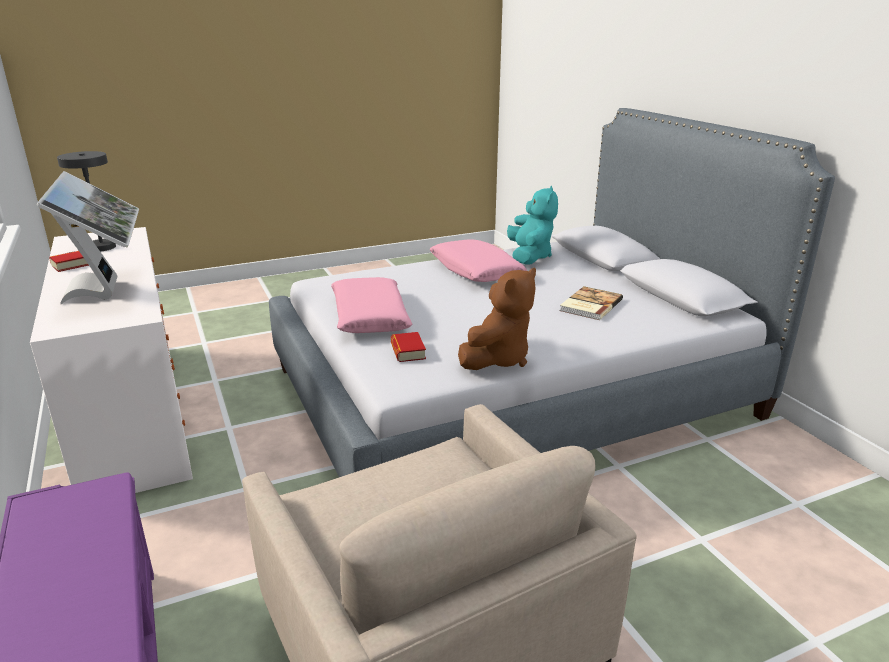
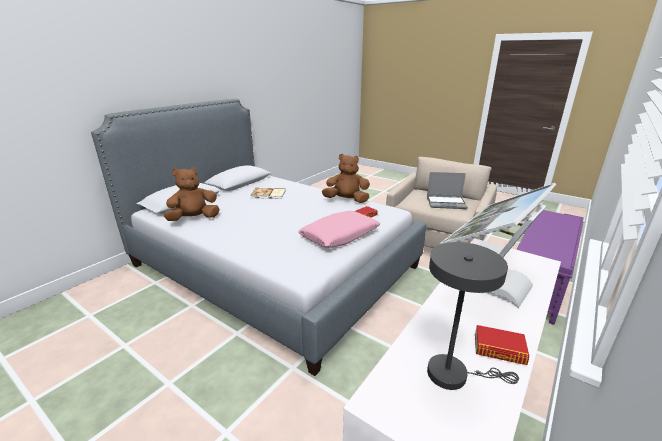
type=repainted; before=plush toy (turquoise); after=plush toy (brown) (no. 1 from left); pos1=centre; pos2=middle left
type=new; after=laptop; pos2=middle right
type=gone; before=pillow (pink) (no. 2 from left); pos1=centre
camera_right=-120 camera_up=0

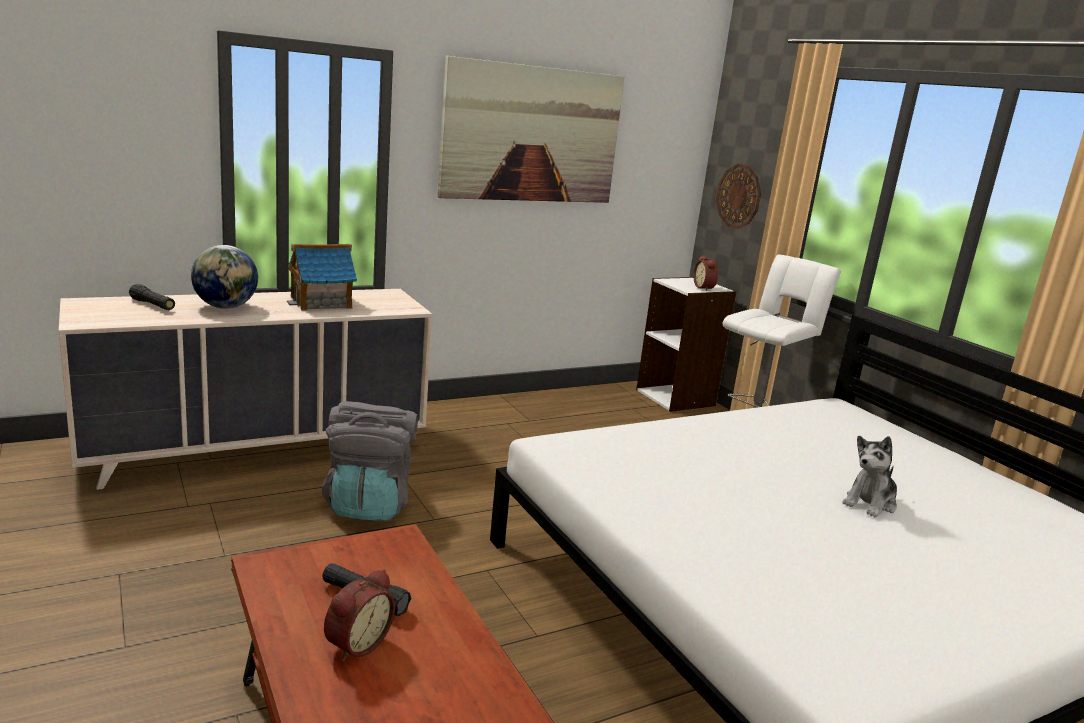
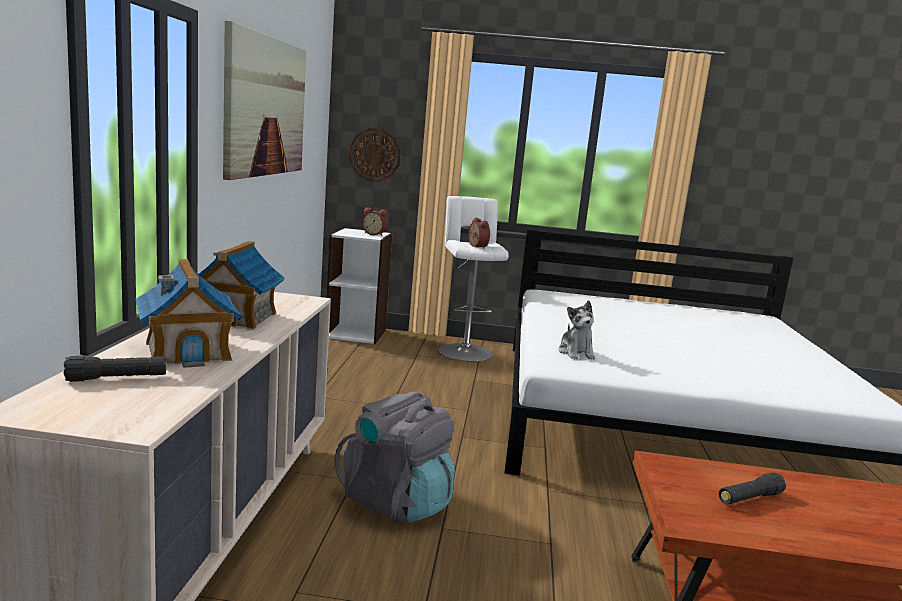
type=swapped; before=globe; after=toy house (no. 1 from left); pos1=middle left; pos2=middle left
type=shifted; before=alarm clock (no. 1 from left in the first image); after=alarm clock (no. 2 from left); pos1=bottom left; pos2=centre
type=shifted; before=plush toy; pos1=middle right; pos2=centre
camera_right=-55 camera_up=-5

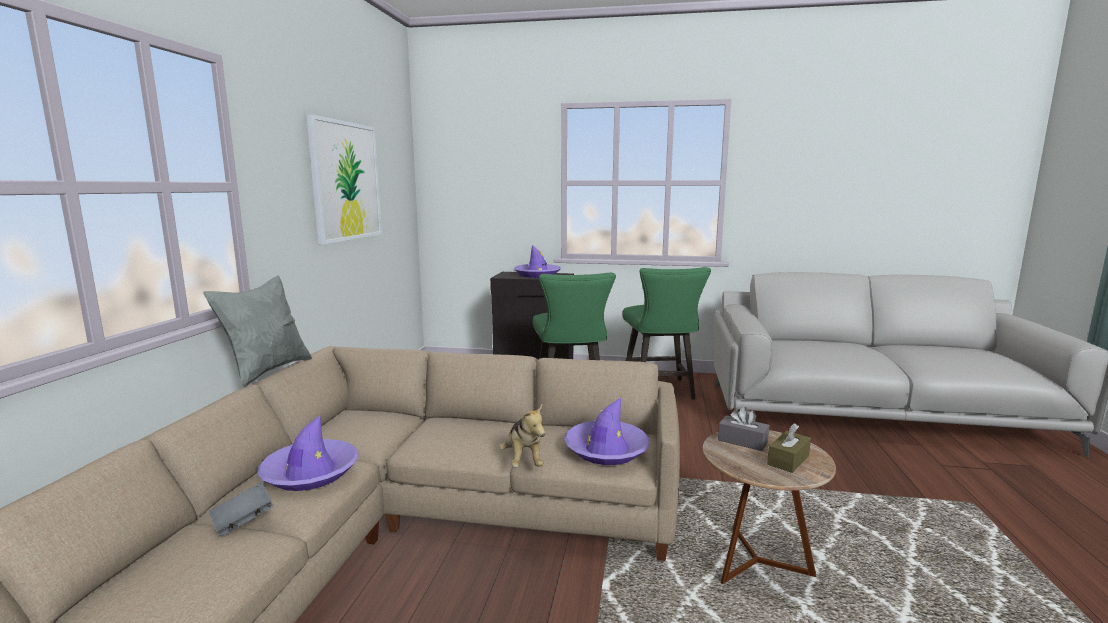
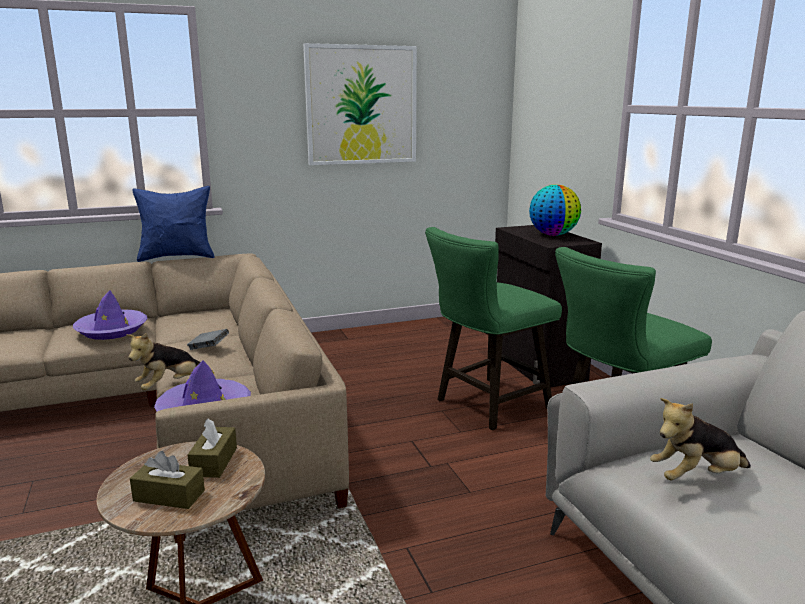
type=repainted; before=pillow (grey); after=pillow (blue); pos1=middle left; pos2=middle left
type=shifted; before=book (grey); pos1=bottom left; pos2=middle left
type=repainted; before=tissue box (grey); after=tissue box (brown) (no. 2 from left); pos1=bottom right; pos2=bottom left
type=swapped; before=hat (purple) (no. 2 from left); after=globe; pos1=centre; pos2=middle right
type=new; after=plush toy (no. 2 from left); pos2=bottom right
camera_right=60 camera_up=5

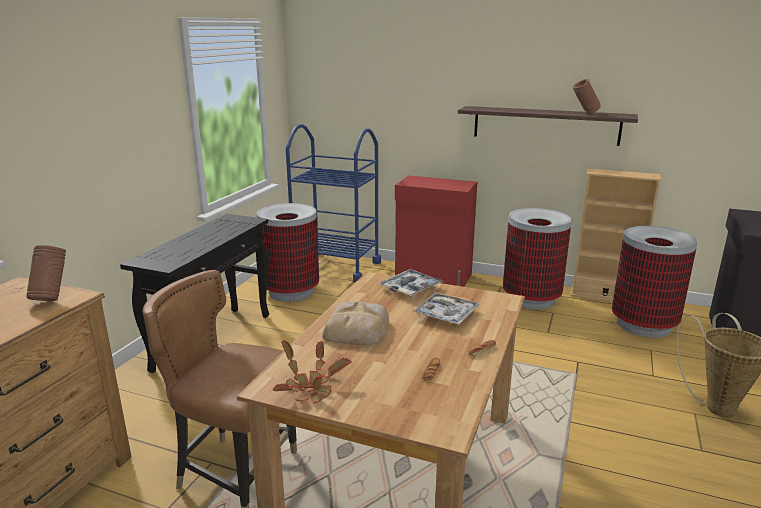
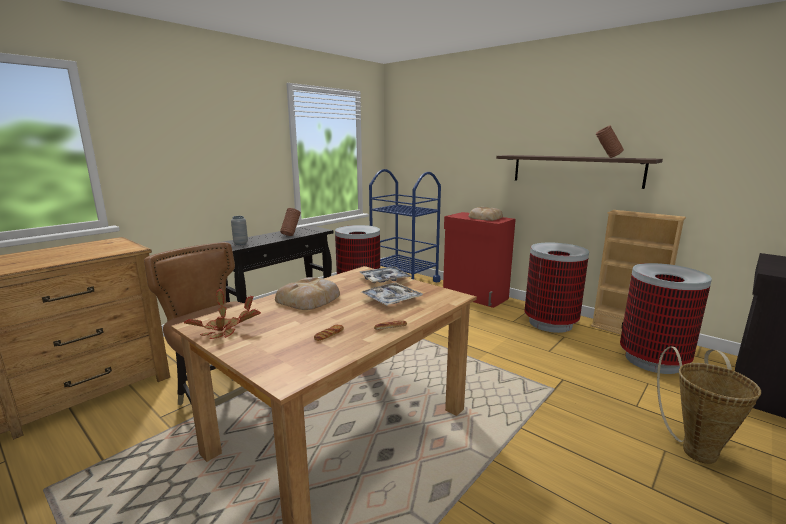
type=new; after=vase (grey); pos2=middle left
type=shifted; before=vase (brown) (no. 1 from left); pos1=middle left; pos2=centre
type=new; after=bread (no. 4 from left); pos2=centre
camera_right=20 camera_up=-5

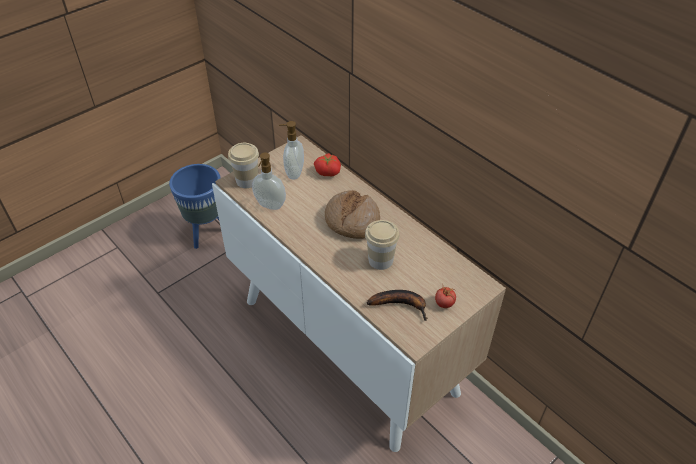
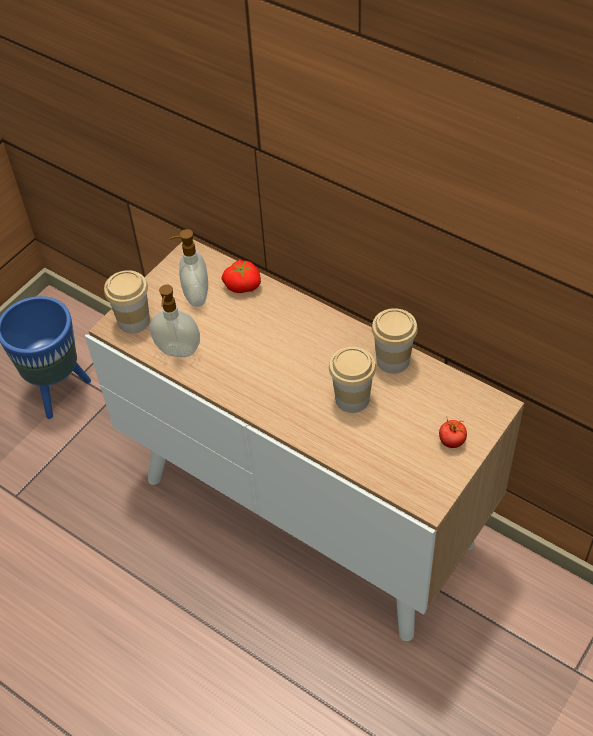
type=new; after=cup (no. 3 from left); pos2=centre
type=gone; before=bread; pos1=centre
type=gone; before=banana; pos1=centre
camera_right=-10 camera_up=5

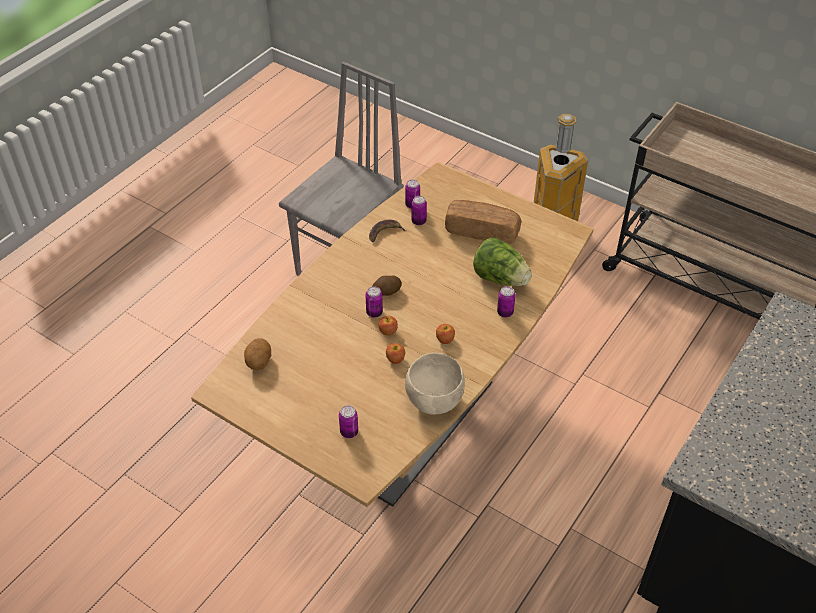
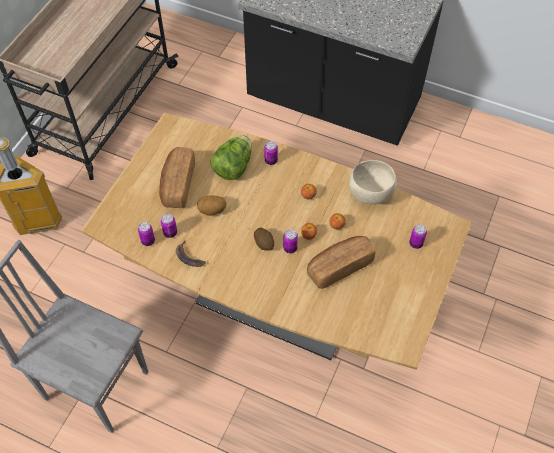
type=shifted; before=potato (no. 1 from left); pos1=middle left; pos2=centre
type=new; after=bread (no. 2 from left); pos2=centre
camera_right=-100 camera_up=10

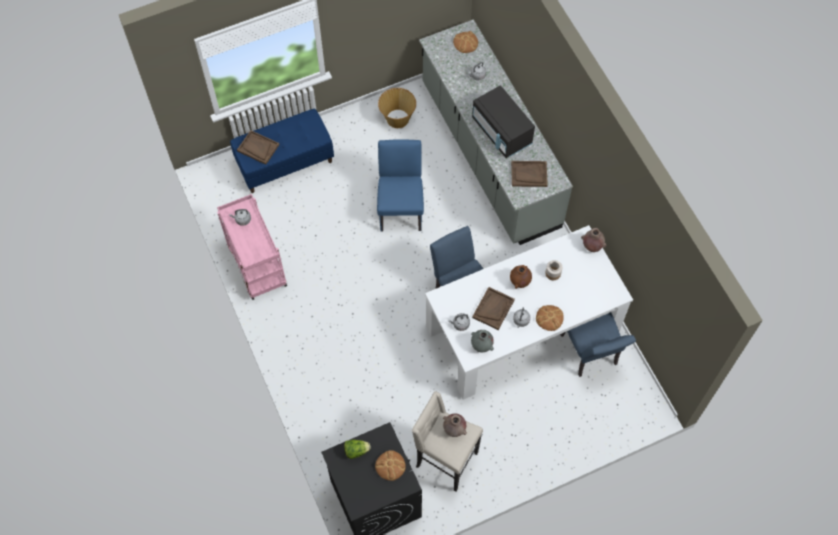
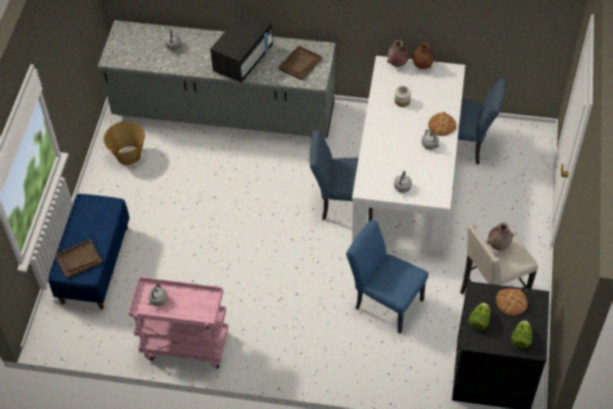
type=rotated; before=microwave (black); pos1=top centre; pos2=top centre; turn=-60
type=shifted; before=chair (blue) (no. 1 from left in the first image); after=chair (blue) (no. 2 from left); pos1=centre; pos2=bottom centre
type=shifted; before=vase (brown) (no. 2 from left); pos1=centre; pos2=top right
type=new; after=lettuce (no. 2 from left); pos2=bottom right
type=gone; before=bread (no. 2 from left); pos1=top centre
type=gone; before=vase (grey); pos1=centre
type=gone; before=tray (brown) (no. 2 from left); pos1=centre
camera_right=-55 camera_up=-10

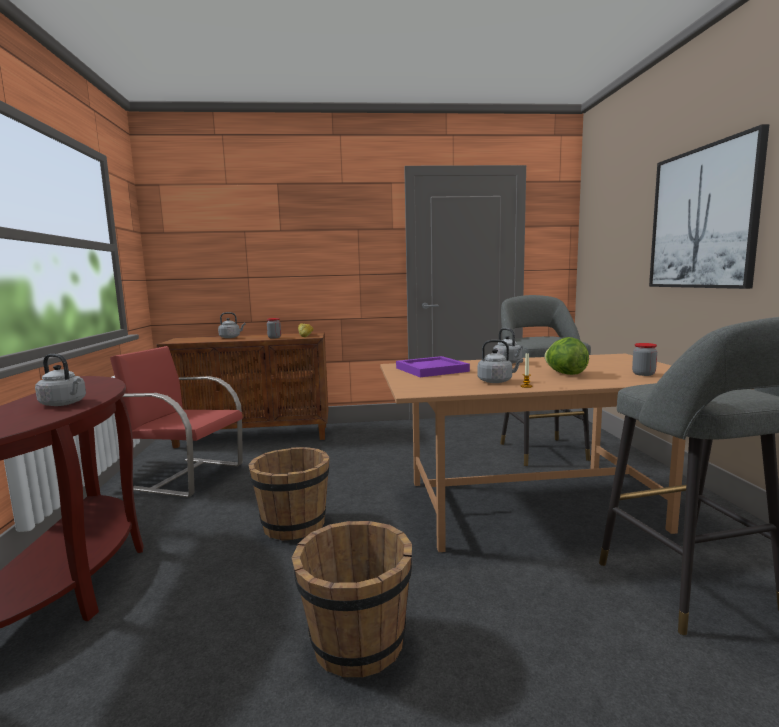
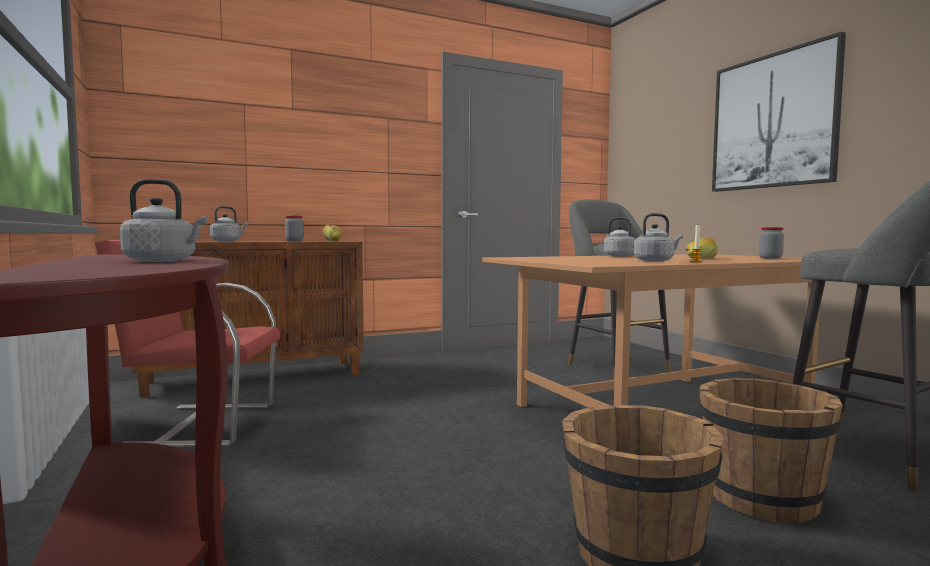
type=swapped; before=lettuce; after=bread (no. 2 from left); pos1=middle right; pos2=middle right
type=shifted; before=bucket (brown) (no. 1 from left in the first image); after=bucket (brown) (no. 2 from left); pos1=bottom centre; pos2=bottom right
type=gone; before=tray (purple); pos1=centre
camera_right=-20 camera_up=-5

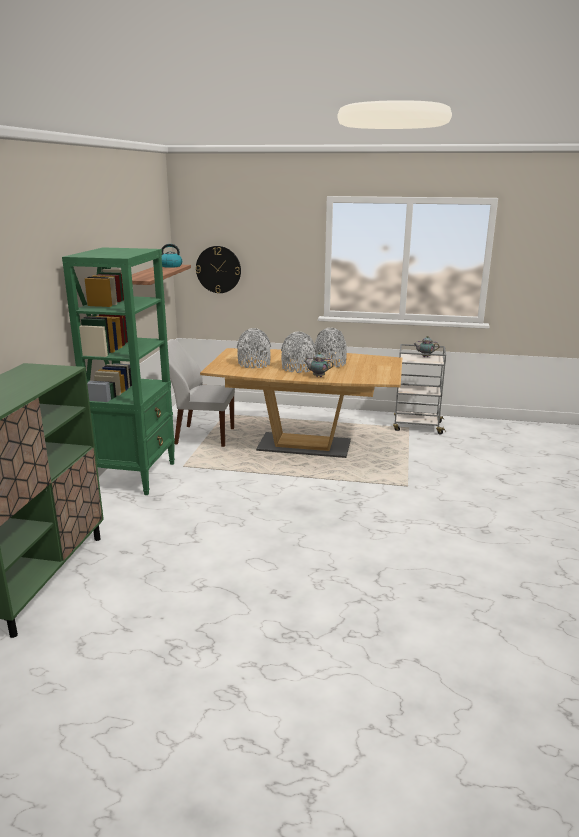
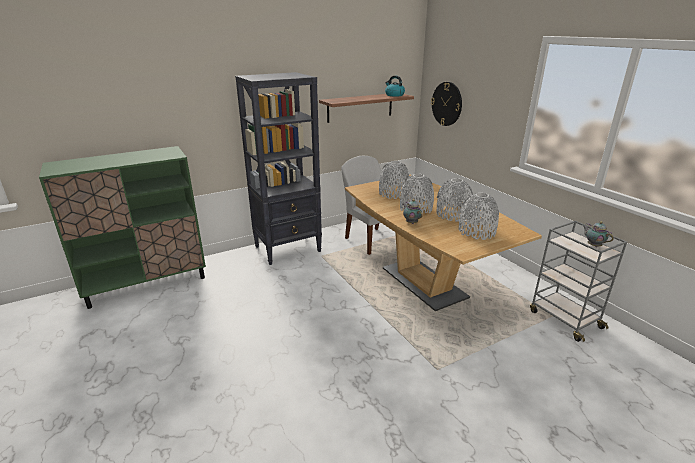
type=repainted; before=bookcase (green); after=bookcase (black); pos1=middle left; pos2=centre
type=new; after=vase (grey) (no. 4 from left); pos2=middle right
camera_right=50 camera_up=5

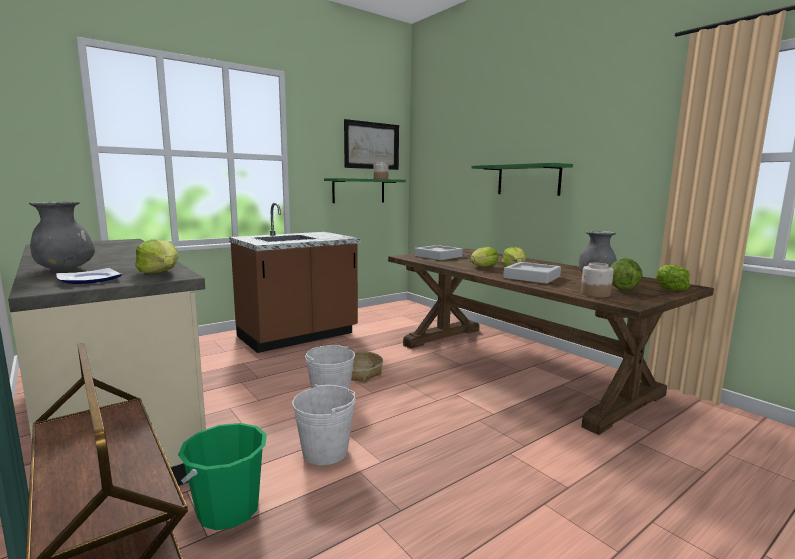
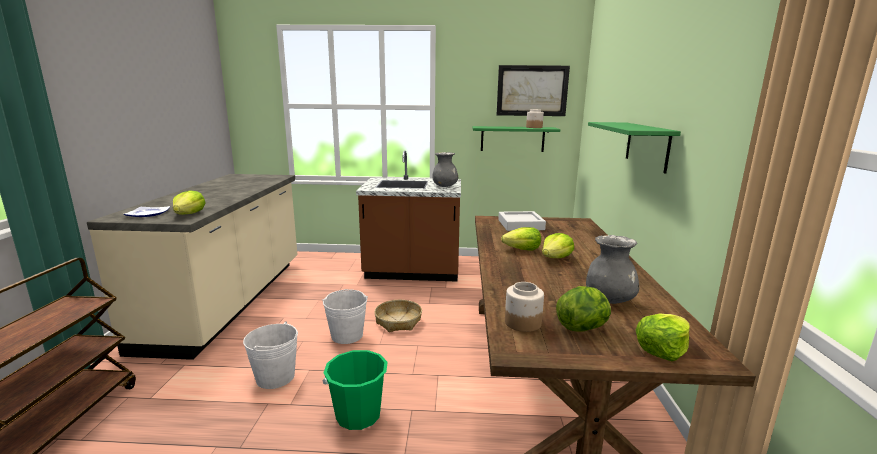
type=shifted; before=bucket (green); pos1=bottom left; pos2=bottom centre
type=shifted; before=vase (grey) (no. 1 from left); pos1=middle left; pos2=centre
type=gone; before=tray (grey) (no. 2 from left); pos1=middle right
camera_right=40 camera_up=5

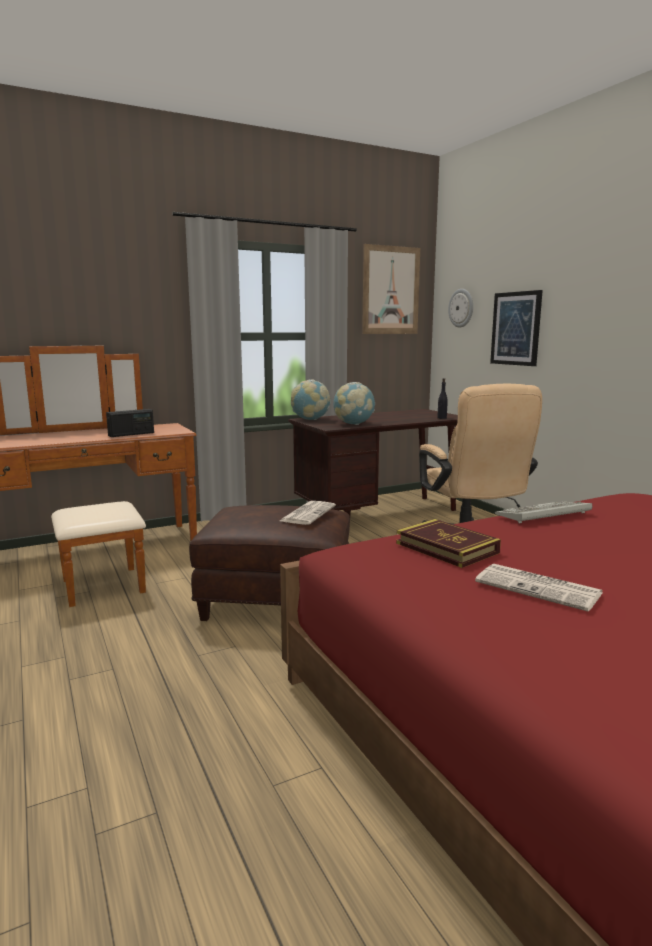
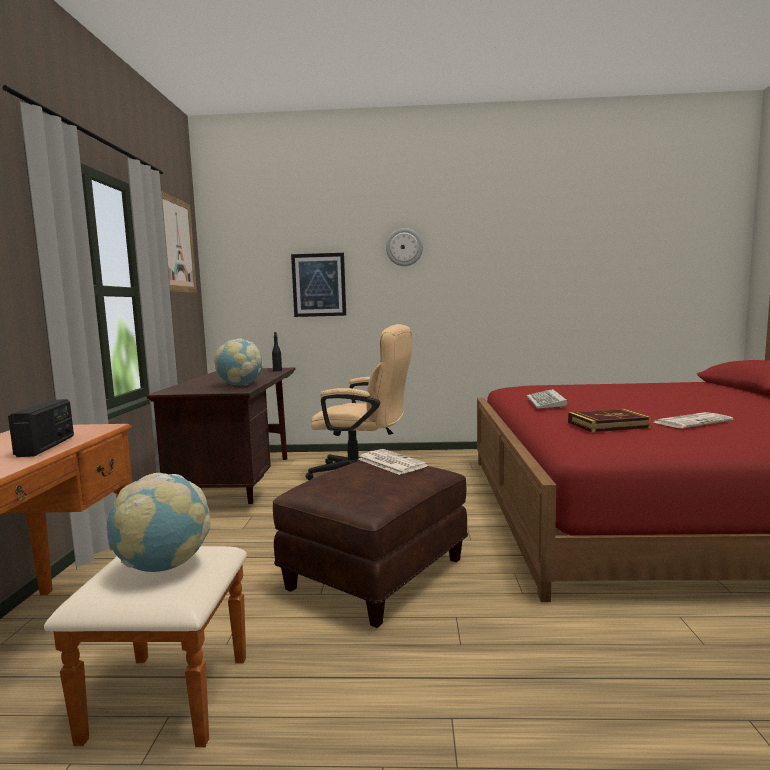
type=shifted; before=globe (no. 1 from left); pos1=centre; pos2=bottom left
type=shifted; before=wall clock; pos1=top right; pos2=top centre
camera_right=-60 camera_up=-5

